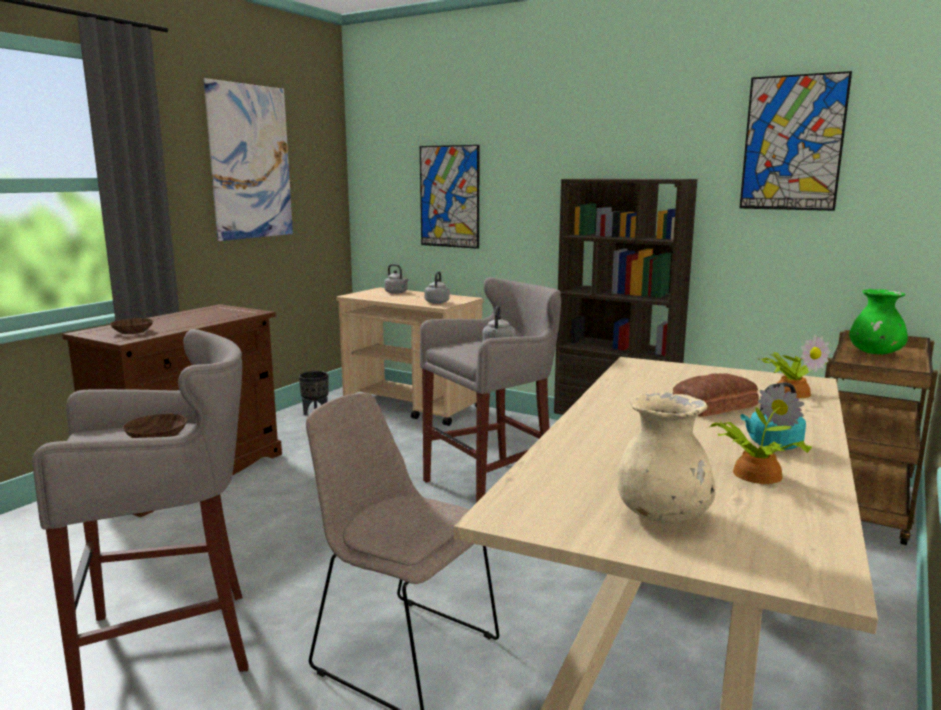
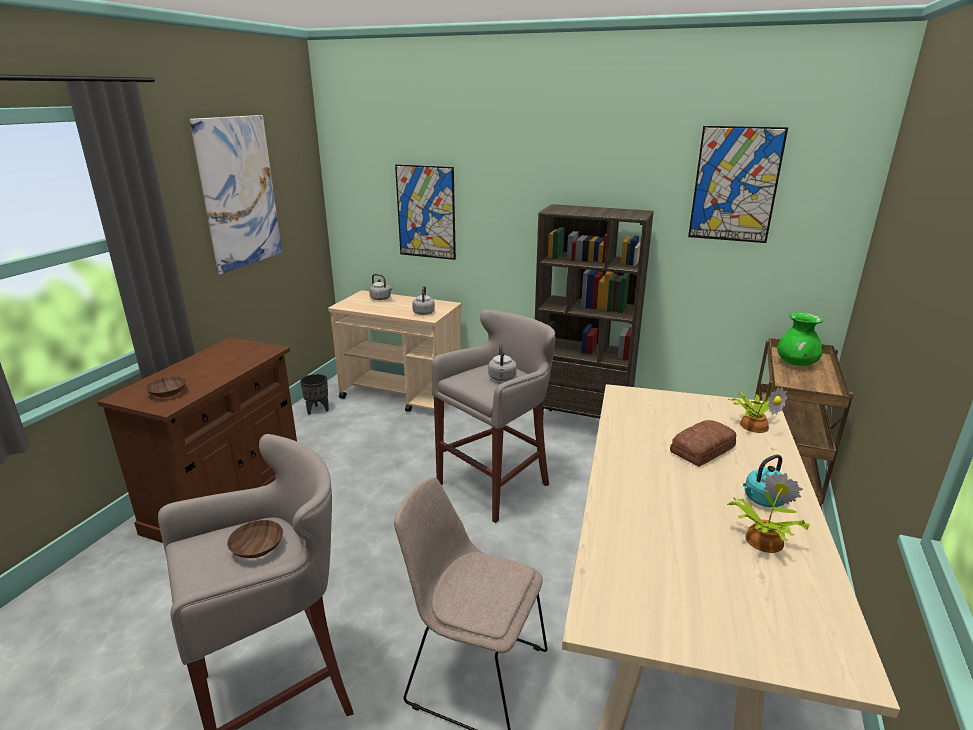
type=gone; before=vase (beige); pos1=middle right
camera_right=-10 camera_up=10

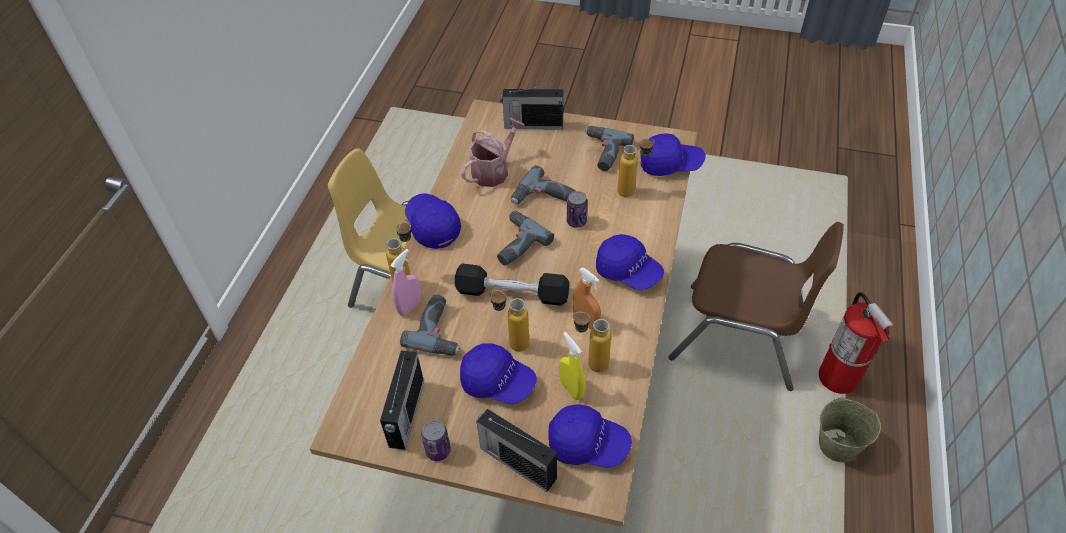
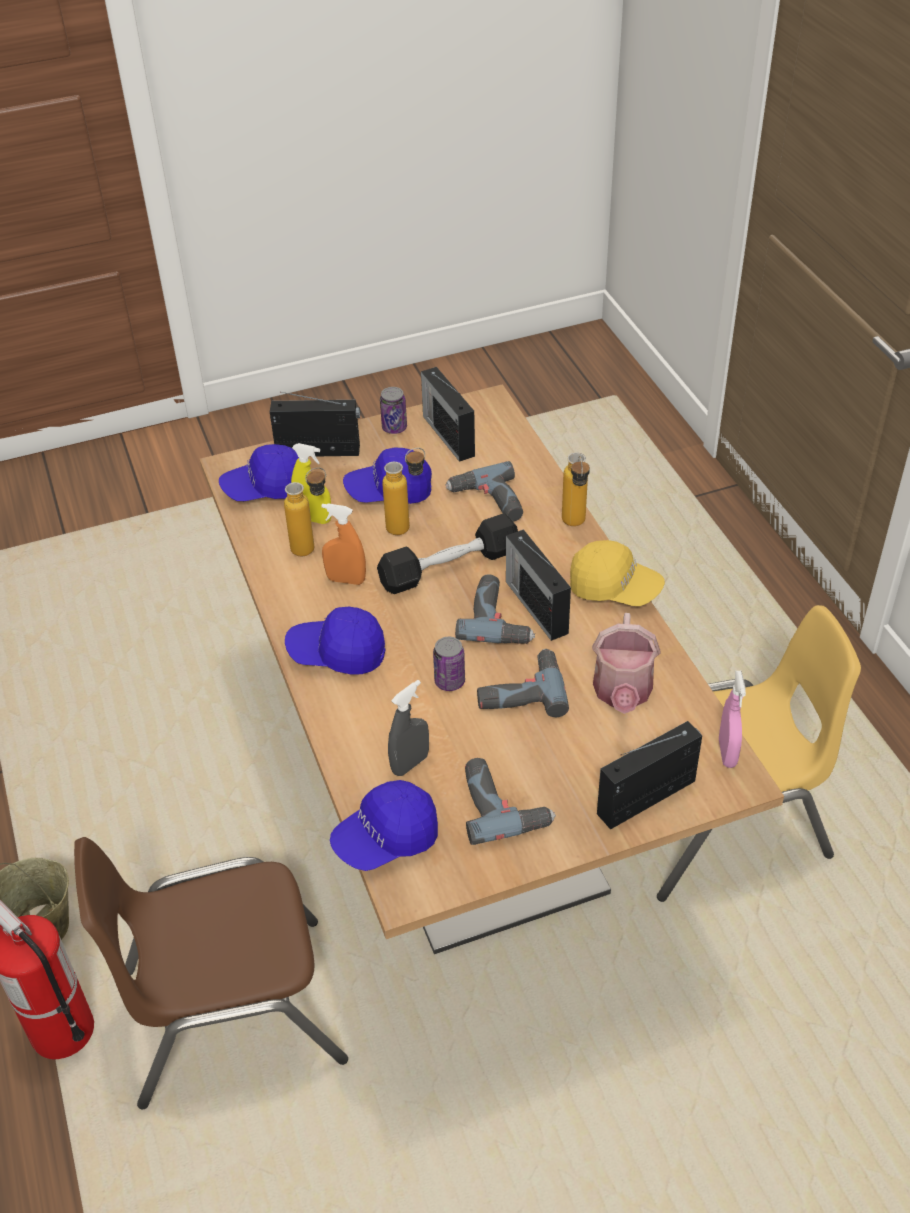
type=swapped; before=bottle (no. 4 from left); after=spray bottle (grey); pos1=top centre; pos2=centre
type=new; after=radio (no. 3 from left); pos2=centre
type=repainted; before=cap (blue) (no. 1 from left); after=cap (yellow); pos1=centre; pos2=middle right
type=shifted; before=spray bottle (pink); pos1=centre; pos2=middle right
camera_right=145 camera_up=-5

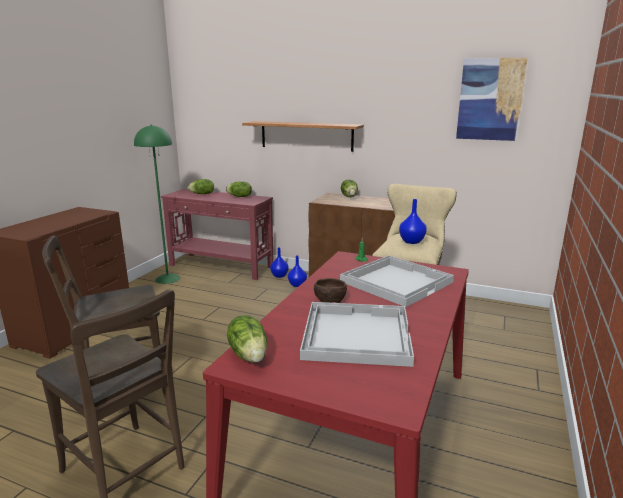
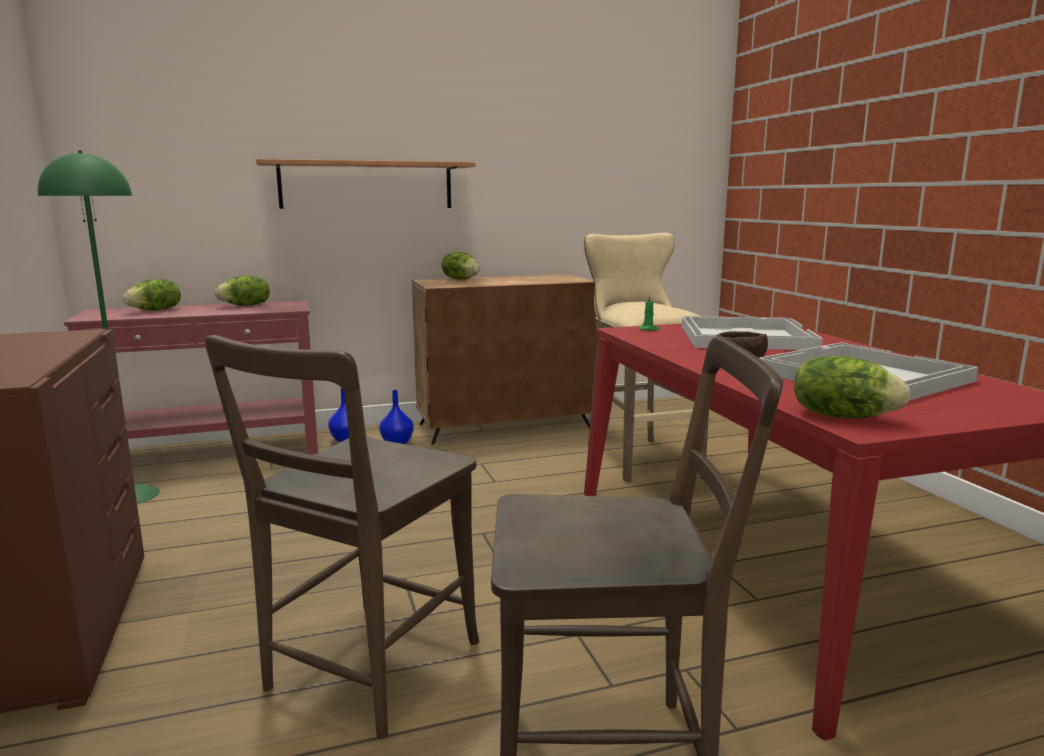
type=gone; before=vase (blue) (no. 3 from left); pos1=centre
type=gone; before=picture; pos1=top right
camera_right=-40 camera_up=-5

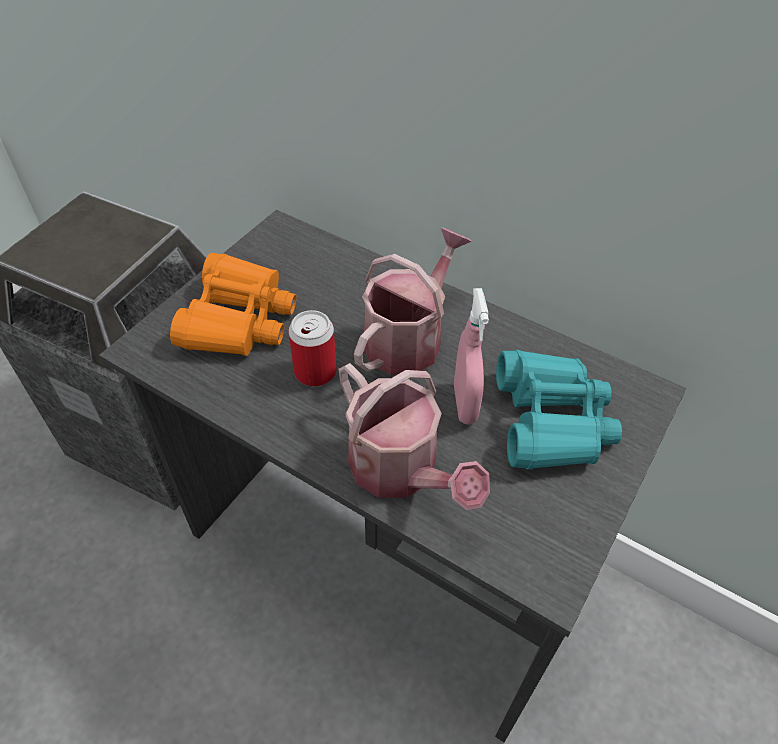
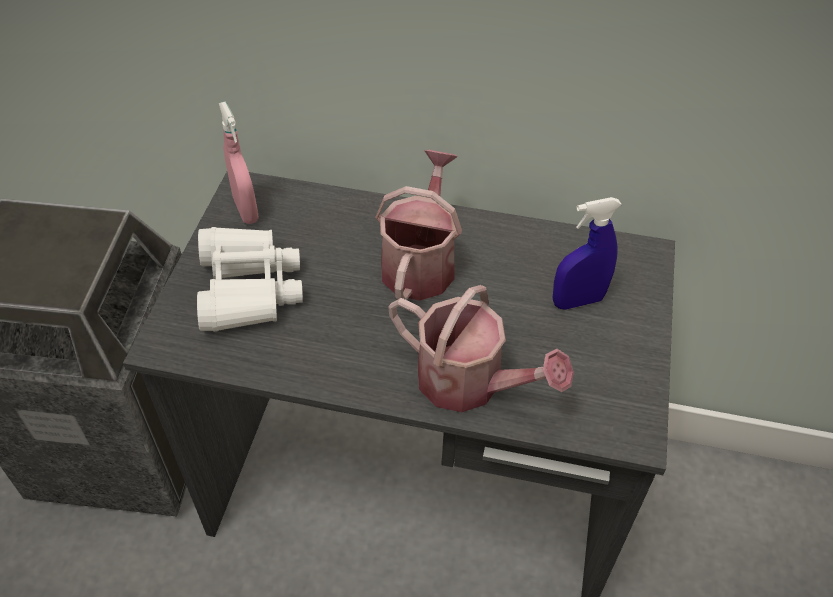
type=repainted; before=binoculars (orange); after=binoculars (white); pos1=middle left; pos2=middle left
type=shifted; before=spray bottle (pink); pos1=centre; pos2=top left
type=swapped; before=binoculars (turquoise); after=spray bottle (blue); pos1=middle right; pos2=middle right
type=gone; before=can; pos1=centre
camera_right=-20 camera_up=0

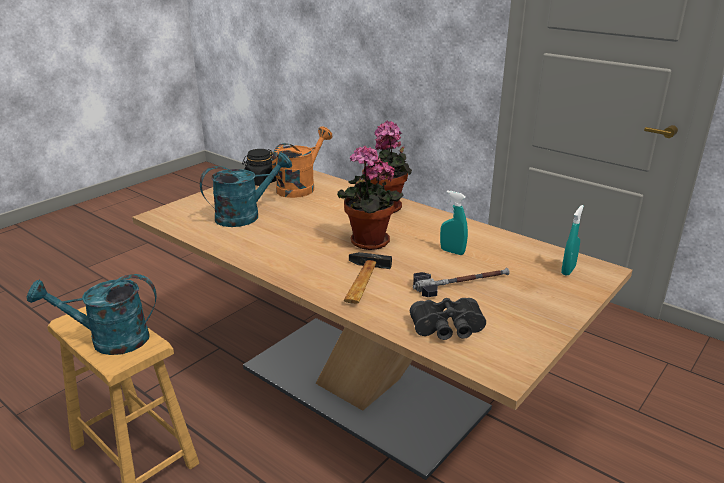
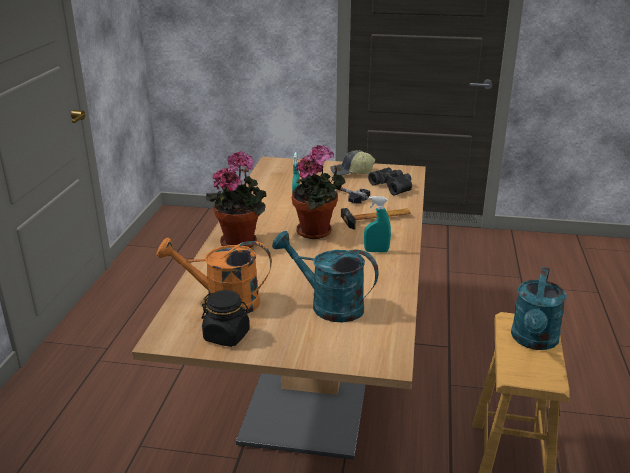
type=new; after=cap; pos2=centre
type=shifted; before=spray bottle (turquoise) (no. 2 from left); pos1=middle right; pos2=centre
type=rotated; before=watering can (turquoise) (no. 1 from left in the first image); pos1=middle left; pos2=middle right; turn=60
camera_right=-120 camera_up=0

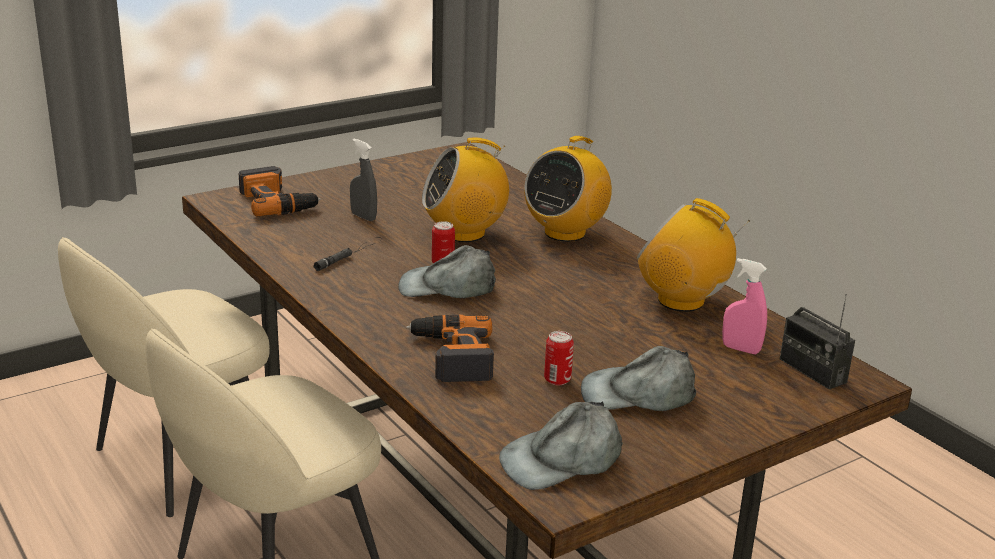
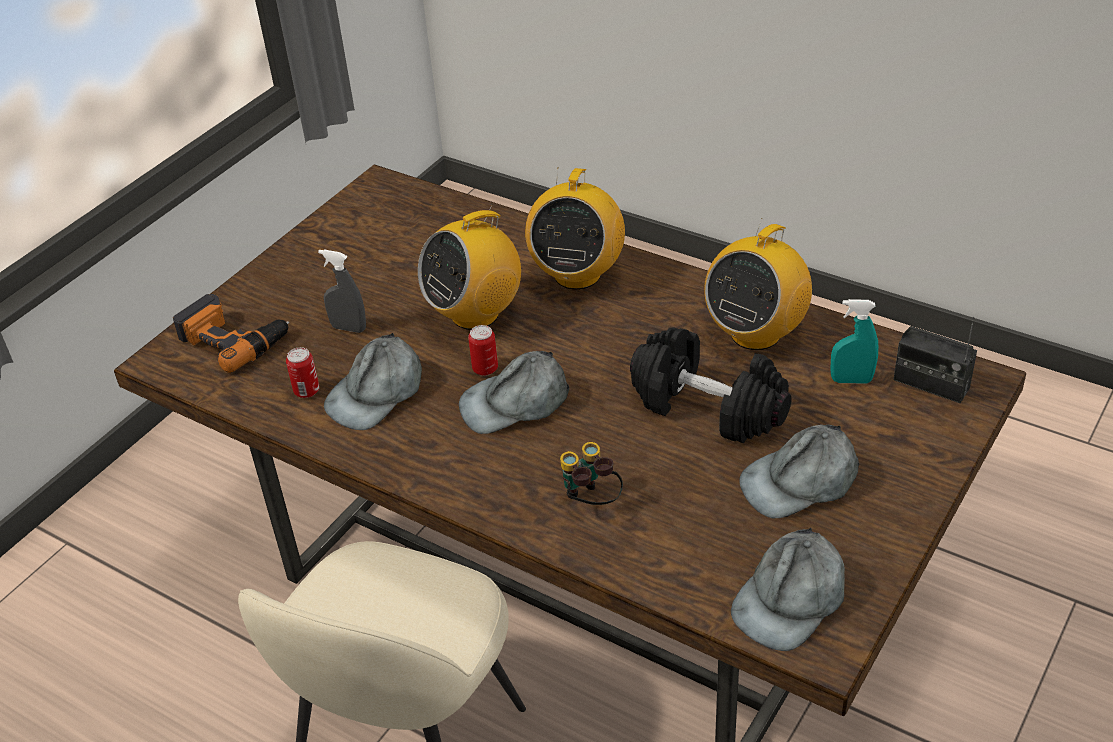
type=shifted; before=can (no. 2 from left in the first image); after=can (no. 1 from left); pos1=centre; pos2=middle left
type=swapped; before=flashlight (black); after=cap (grey) (no. 1 from left); pos1=centre; pos2=centre
type=swapped; before=power drill (no. 2 from left); after=binoculars; pos1=centre; pos2=centre
type=new; after=dumbbell (black); pos2=centre
type=rotated; before=radio (no. 3 from left); pos1=middle right; pos2=middle right; turn=-60
type=repainted; before=spray bottle (pink); after=spray bottle (turquoise); pos1=middle right; pos2=middle right
type=gone; before=chair (beige) (no. 1 from left); pos1=bottom left
camera_right=-20 camera_up=15

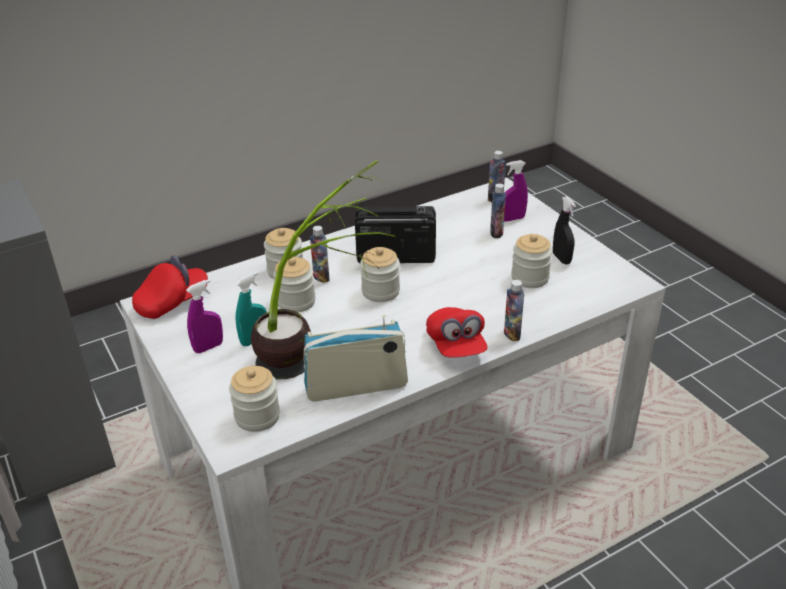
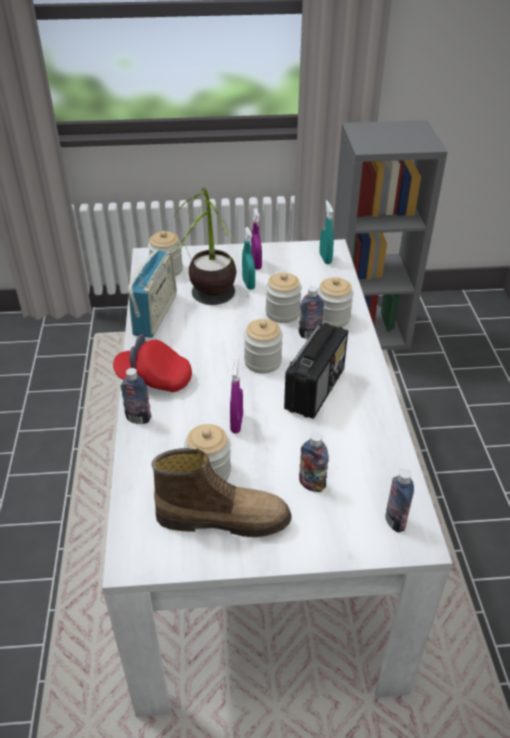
type=swapped; before=spray bottle (black); after=boot; pos1=middle right; pos2=bottom centre
type=shifted; before=spray bottle (purple) (no. 2 from left in the first image); after=spray bottle (purple) (no. 1 from left); pos1=top centre; pos2=centre
type=swapped; before=cap (red) (no. 1 from left); after=spray bottle (turquoise) (no. 2 from left); pos1=middle left; pos2=top centre
camera_right=115 camera_up=5

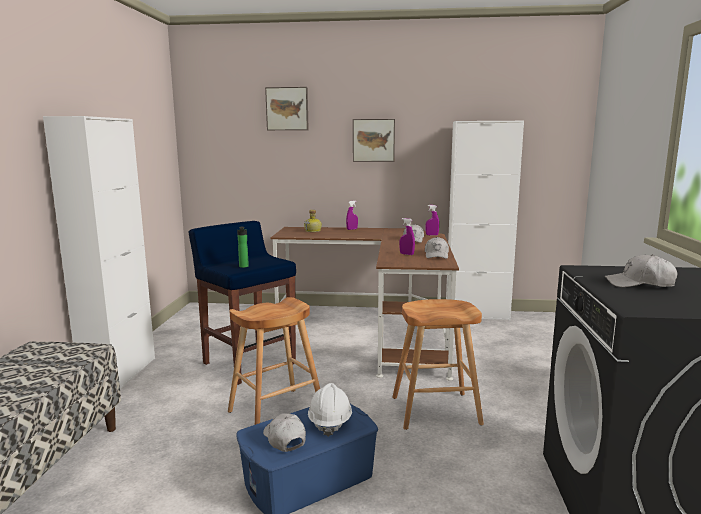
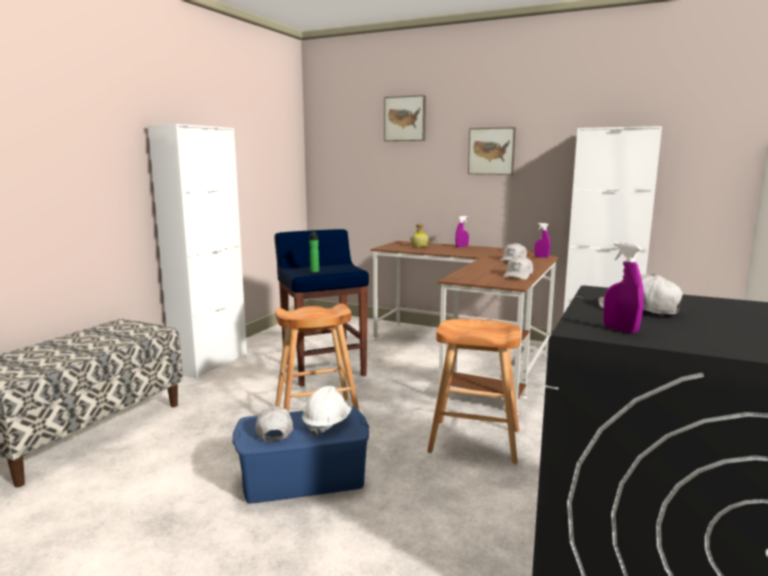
type=shifted; before=spray bottle (purple) (no. 2 from left in the first image); after=spray bottle (purple) (no. 3 from left); pos1=centre; pos2=middle right
camera_right=20 camera_up=0

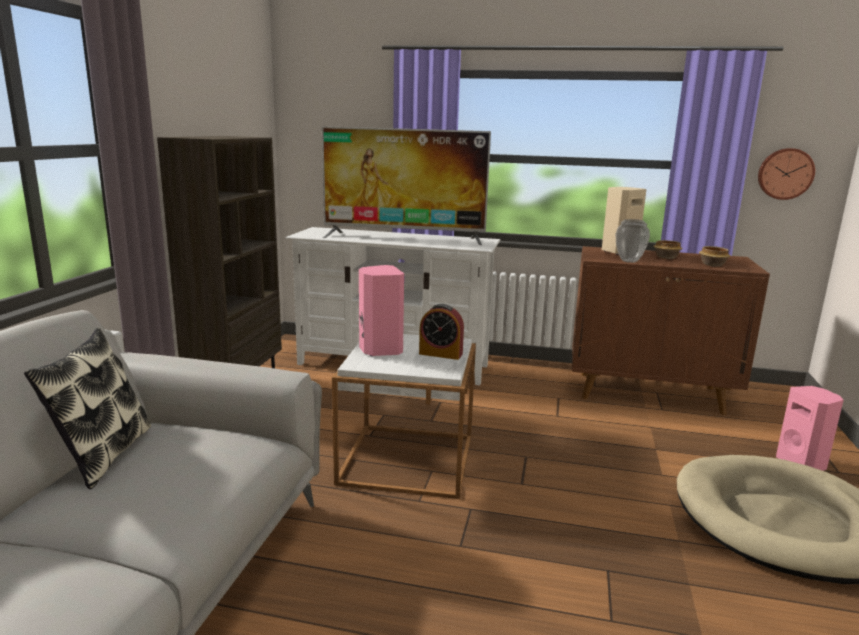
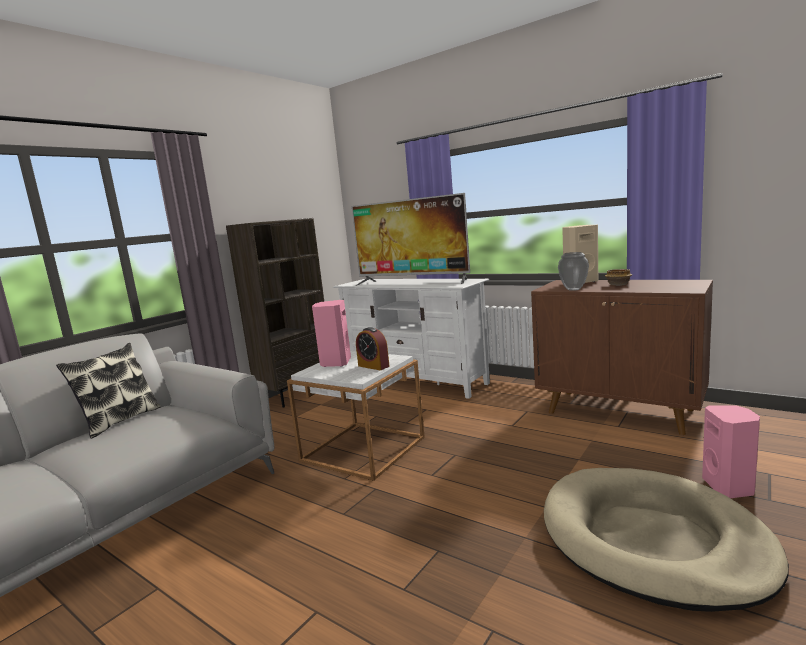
type=gone; before=bowl (no. 2 from left); pos1=middle right
type=gone; before=wall clock; pos1=top right
camera_right=25 camera_up=-5

